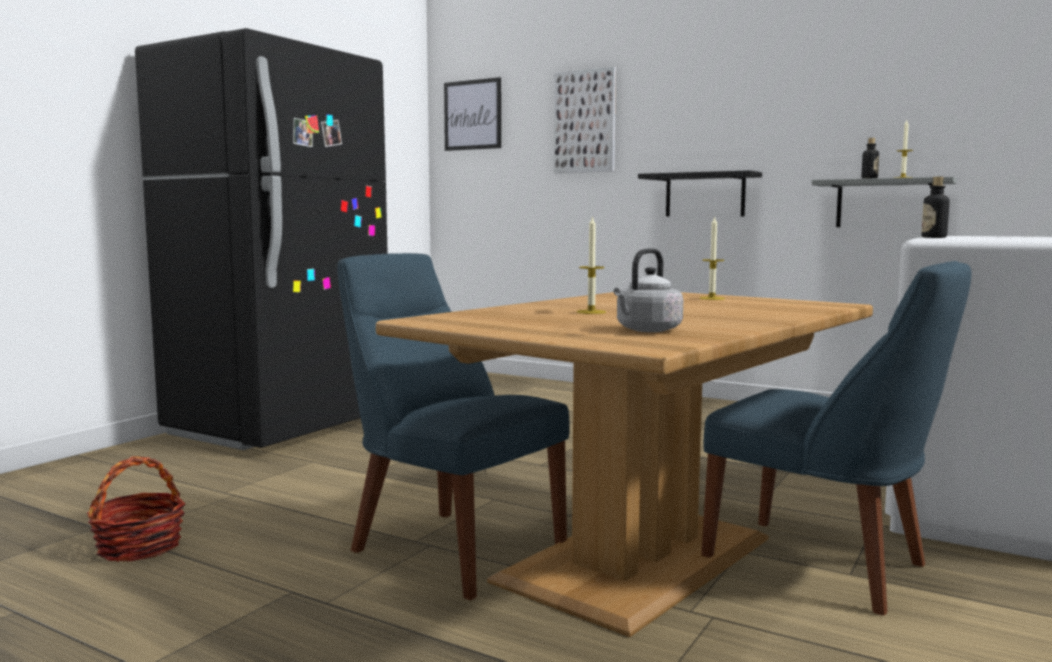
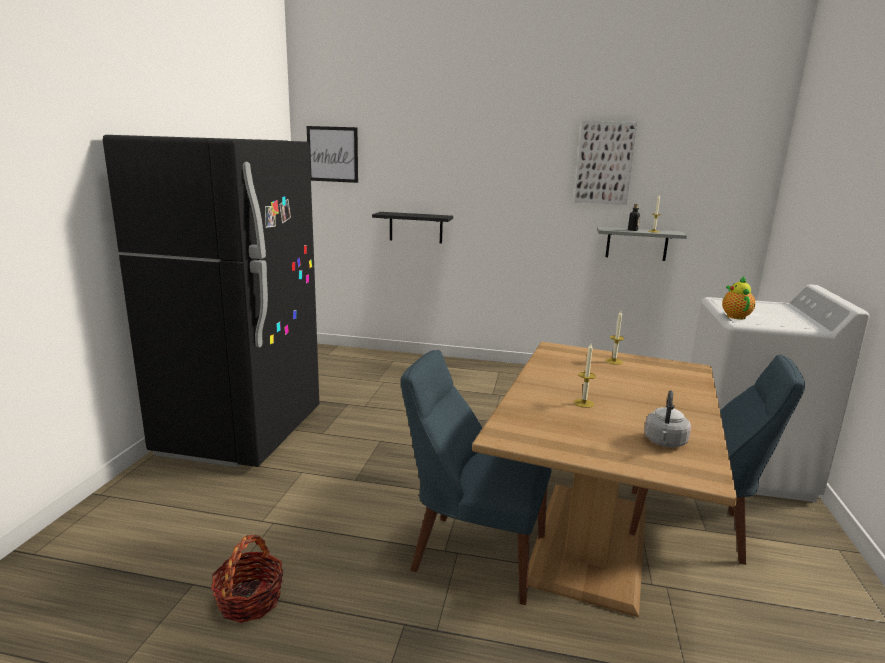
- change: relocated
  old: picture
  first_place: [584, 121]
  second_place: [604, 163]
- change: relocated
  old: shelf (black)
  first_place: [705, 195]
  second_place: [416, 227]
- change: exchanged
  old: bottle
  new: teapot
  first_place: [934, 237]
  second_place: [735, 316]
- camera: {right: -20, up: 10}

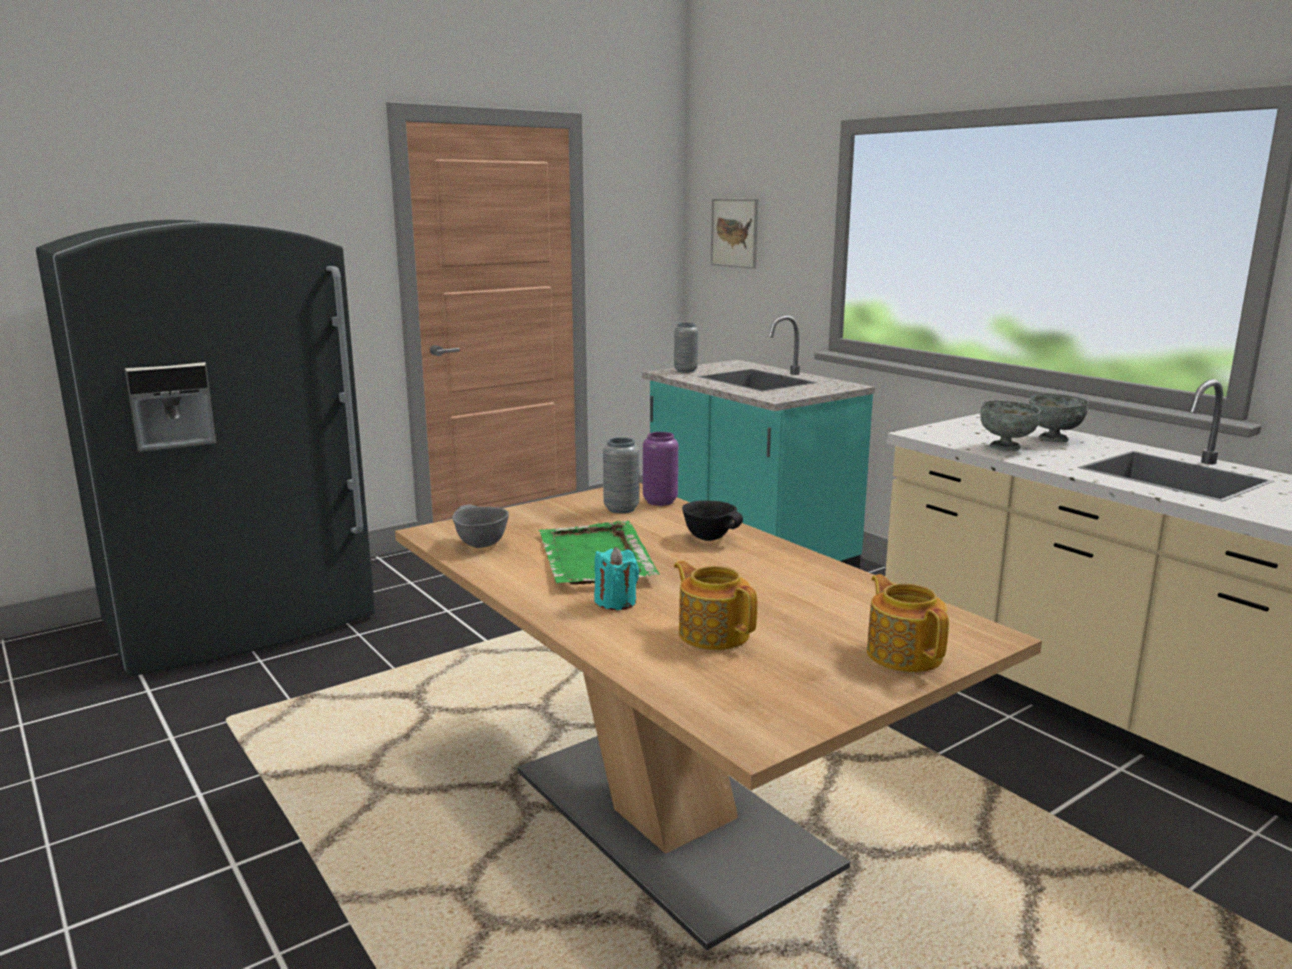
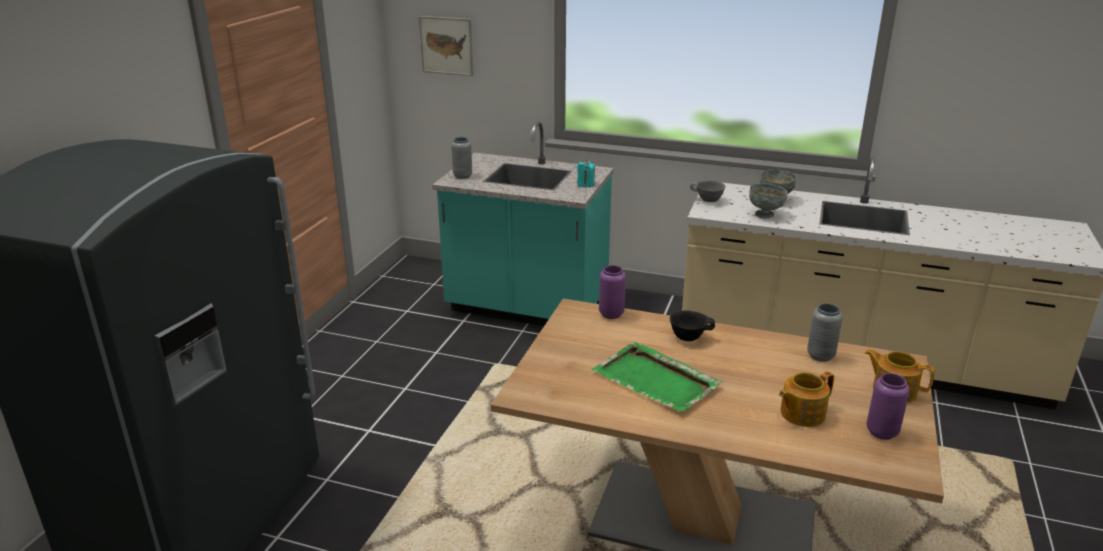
- change: relocated
  old: vase (grey)
  first_place: [621, 509]
  second_place: [820, 356]
- change: relocated
  old: bowl (grey)
  first_place: [480, 544]
  second_place: [708, 200]
- change: relocated
  old: candle (turquoise)
  first_place: [615, 602]
  second_place: [585, 184]
- change: spun
  old: teapot
  first_place: [713, 633]
  second_place: [801, 413]
  degrees: -45
- change: appeared
  new: vase (purple)
  second_place: [882, 432]
- camera: {right: -35, up: 10}

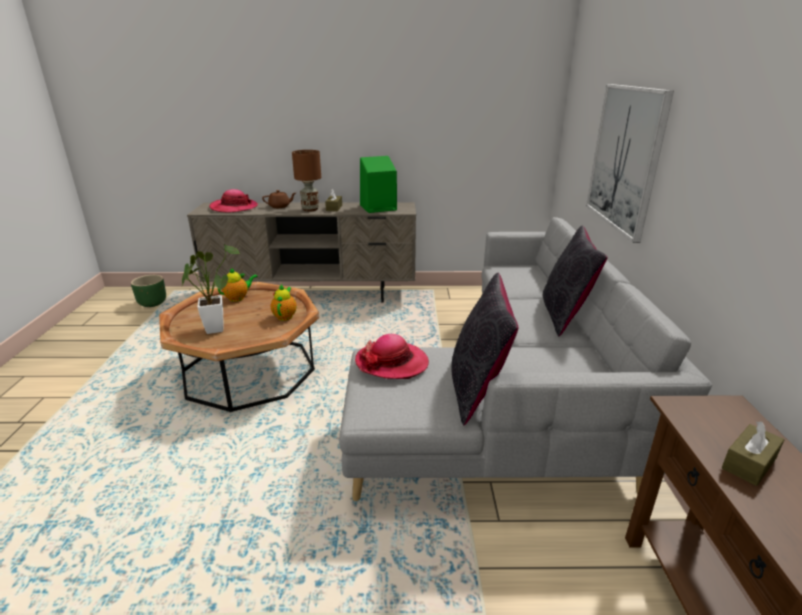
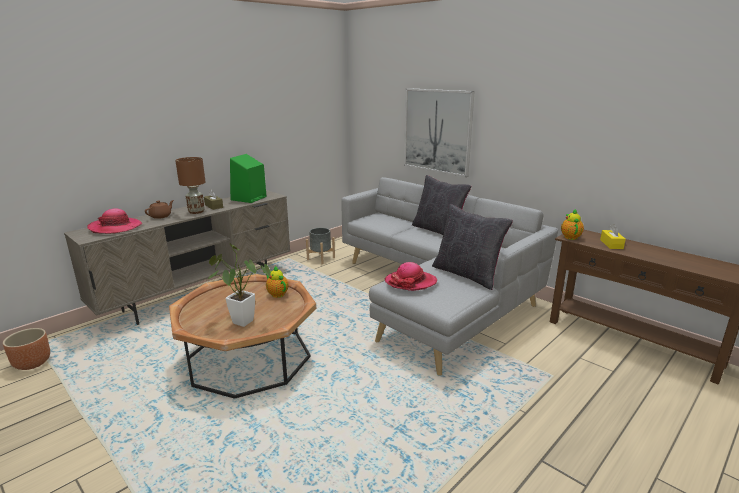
- change: relocated
  old: teapot
  first_place: [238, 298]
  second_place: [570, 236]
- change: colour
  old: planter (green)
  new: planter (brown)
  first_place: [153, 303]
  second_place: [33, 363]
- change: colour
  old: tissue box (brown)
  new: tissue box (yellow)
  first_place: [749, 463]
  second_place: [611, 244]
- change: appeared
  new: planter (grey)
  second_place: [320, 258]
- camera: {right: -45, up: -5}

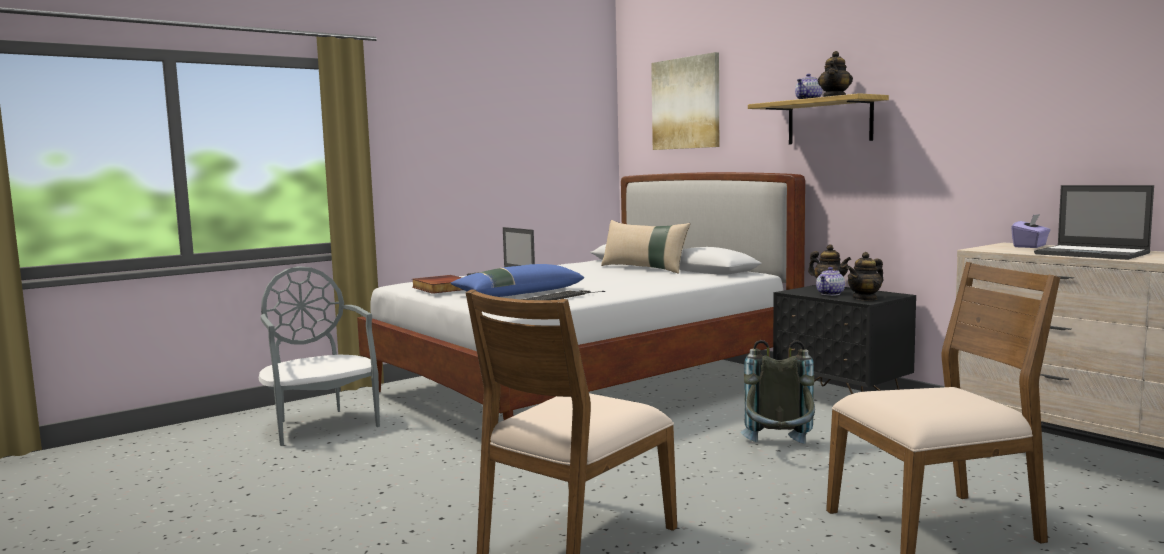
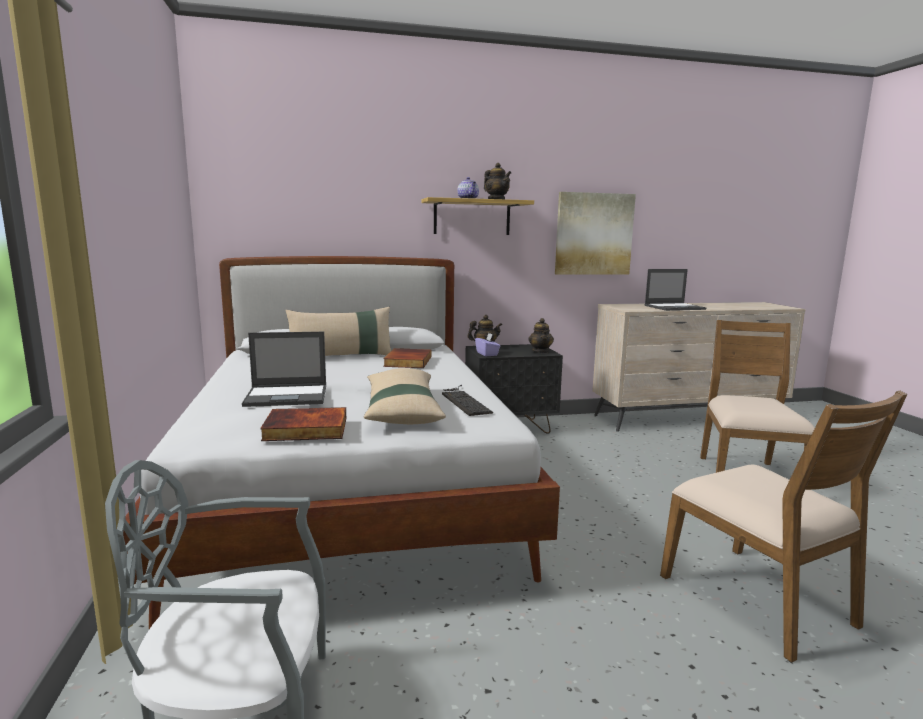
- change: relocated
  old: picture
  first_place: [686, 103]
  second_place: [593, 234]
- change: relocated
  old: tissue box (purple)
  first_place: [1030, 246]
  second_place: [487, 354]
- change: colour
  old: pillow (blue)
  new: pillow (beige)
  first_place: [517, 293]
  second_place: [401, 409]
- change: missing
  old: teapot
  first_place: [830, 294]
- change: missing
  old: backpack (grey)
  first_place: [779, 450]
- change: appeared
  new: book
  second_place: [407, 361]
- camera: {right: -65, up: 5}

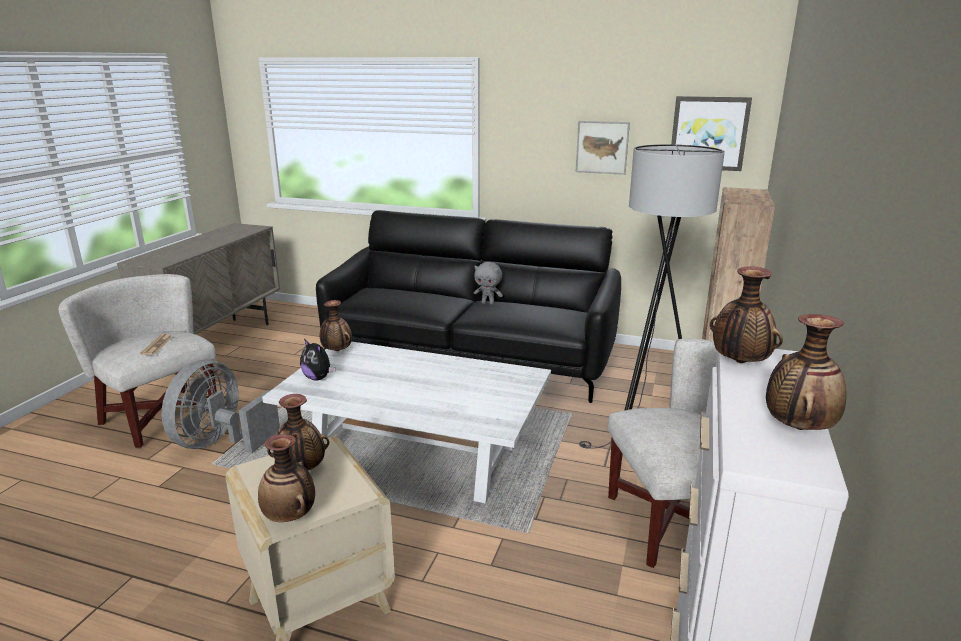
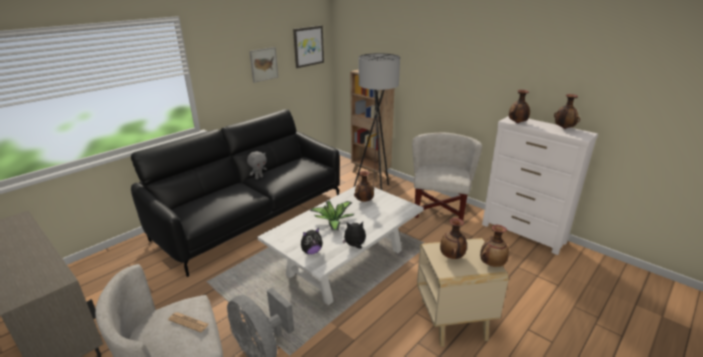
- change: relocated
  old: vase
  first_place: [336, 351]
  second_place: [364, 201]
- change: appeared
  new: potted plant
  second_place: [333, 222]
- change: appeared
  new: plush toy
  second_place: [355, 246]
- camera: {right: -65, up: 5}

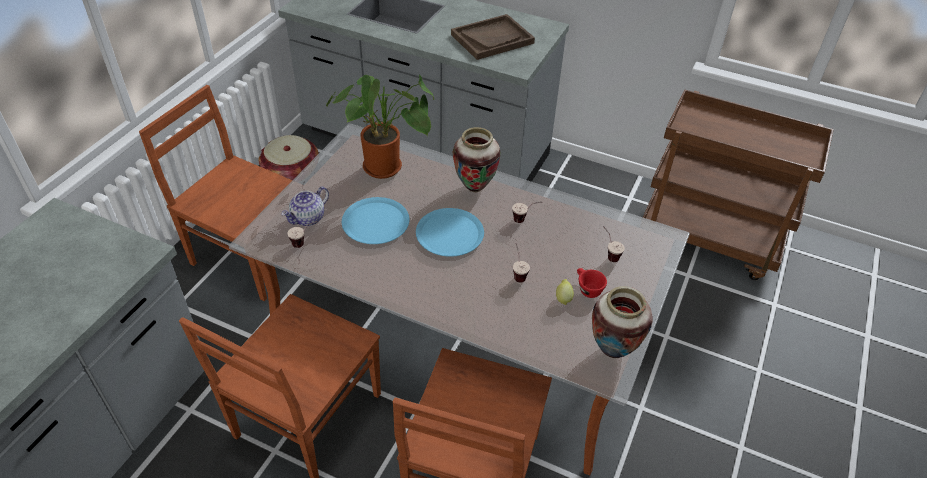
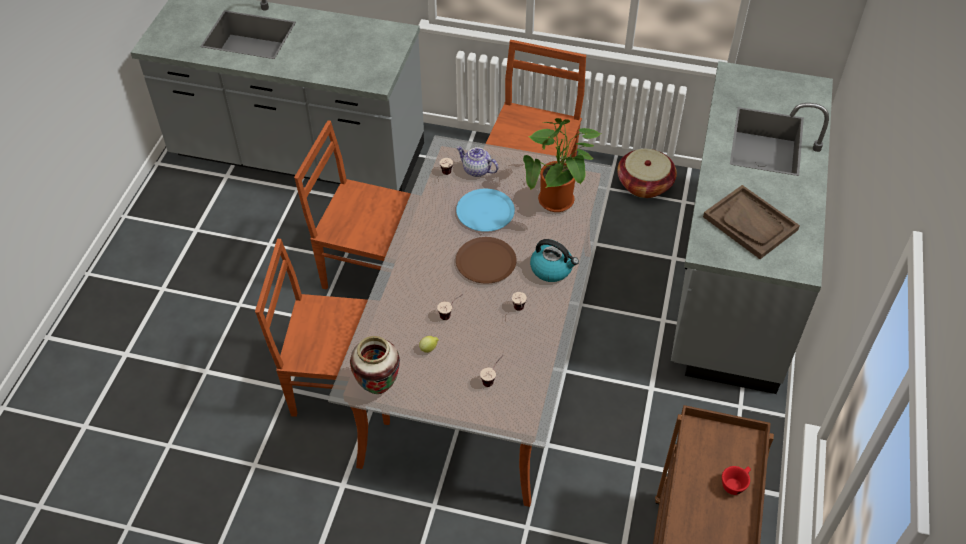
- change: exchanged
  old: vase
  new: kettle
  first_place: [474, 187]
  second_place: [552, 269]
- change: colour
  old: plate (blue)
  new: plate (brown)
  first_place: [449, 233]
  second_place: [485, 261]
- change: relocated
  old: cup (red)
  first_place: [587, 289]
  second_place: [735, 484]
- camera: {right: 80, up: 5}

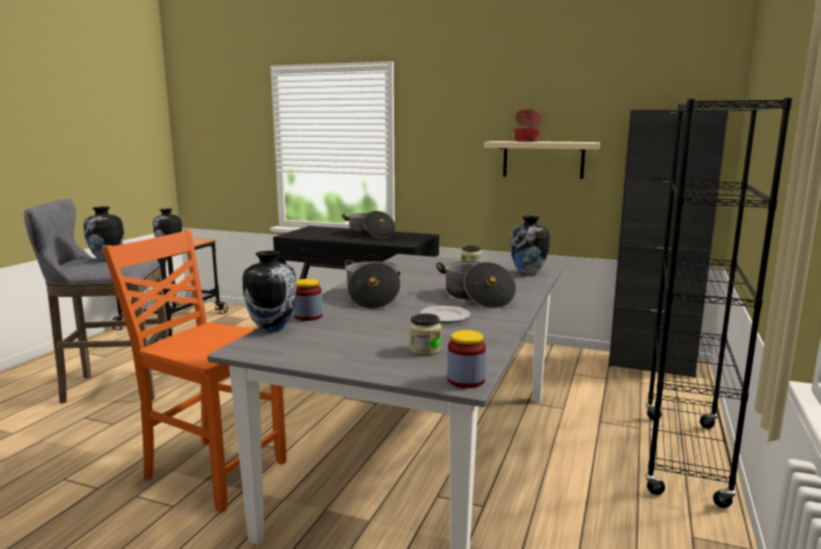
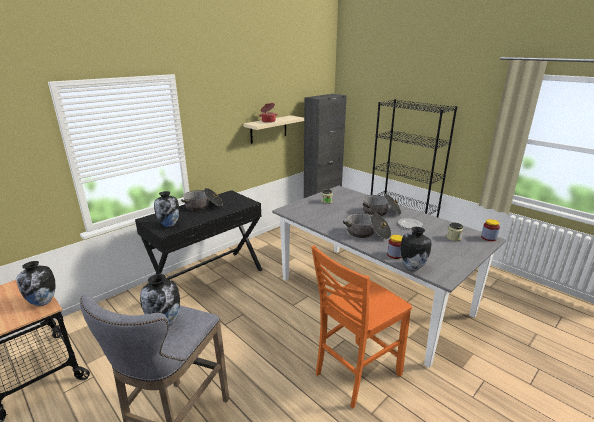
- change: relocated
  old: vase
  first_place: [528, 273]
  second_place: [169, 225]
- camera: {right: -65, up: 10}

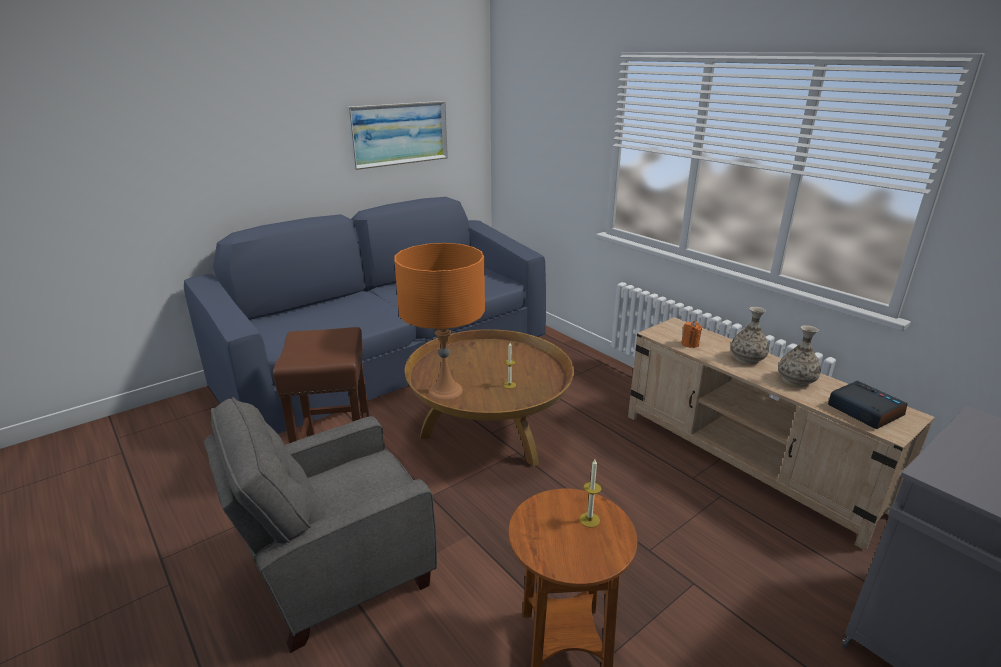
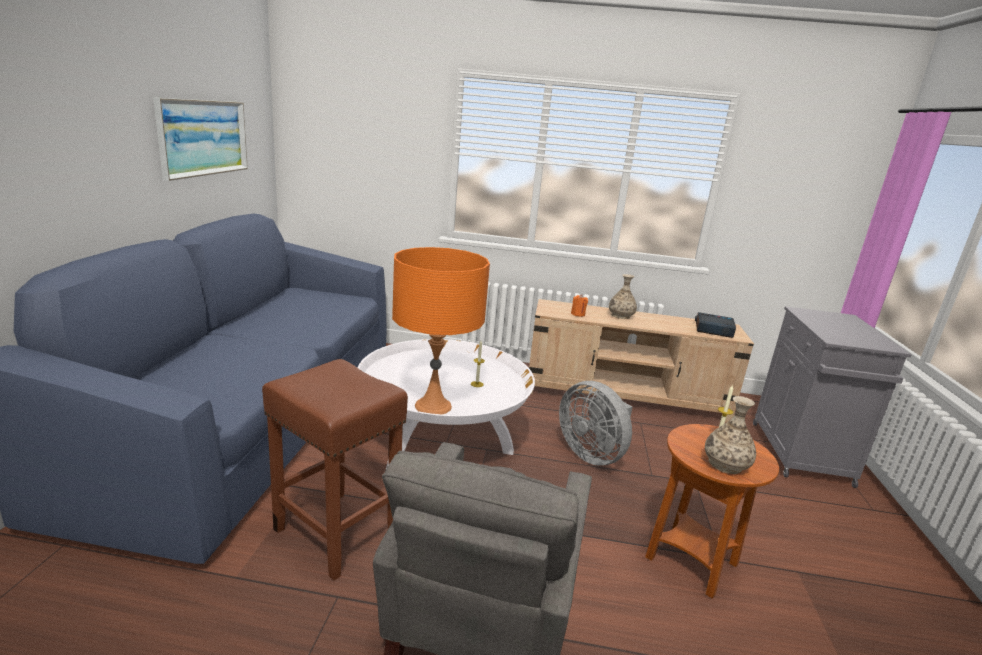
- change: relocated
  old: vase
  first_place: [796, 380]
  second_place: [725, 464]
- change: colour
  old: coffee table (brown)
  new: coffee table (white)
  first_place: [489, 430]
  second_place: [442, 441]
- change: appeared
  new: fan (grey)
  second_place: [592, 454]
- camera: {right: -45, up: -5}

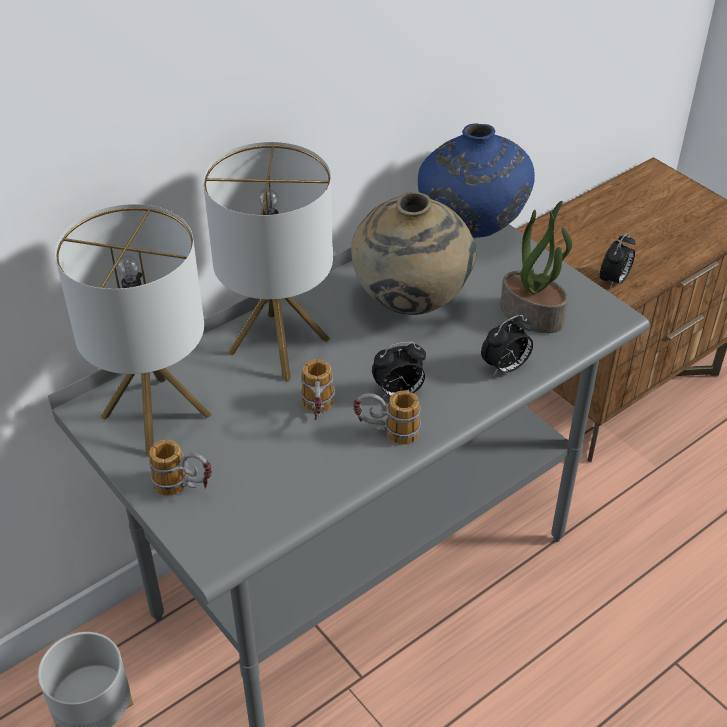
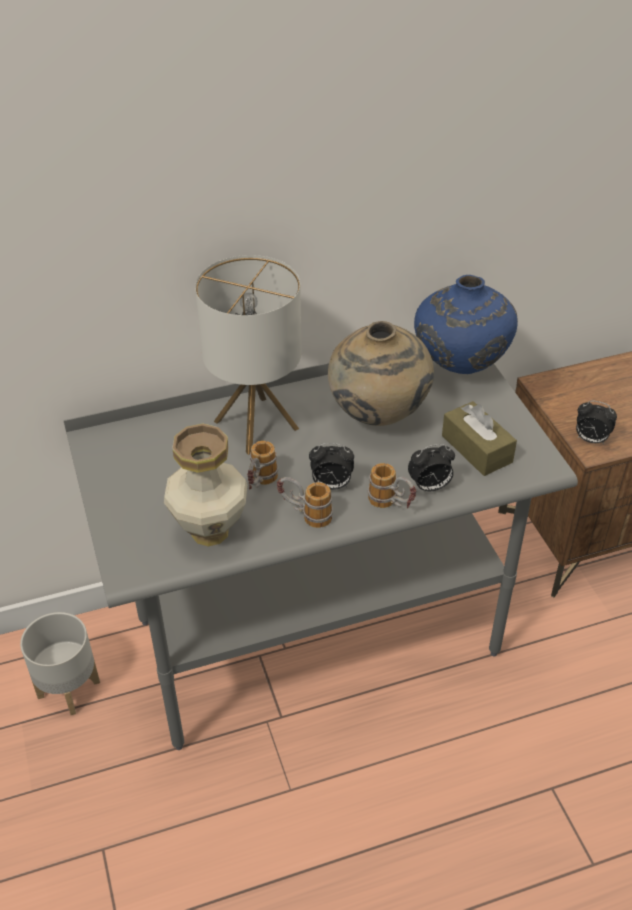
- change: exchanged
  old: potted plant
  new: tissue box (brown)
  first_place: [533, 314]
  second_place: [476, 449]
- change: missing
  old: table lamp
  first_place: [156, 416]
- change: spun
  old: alarm clock
  first_place: [614, 281]
  second_place: [590, 439]
  degrees: 60
- change: relocated
  old: mug
  first_place: [185, 488]
  second_place: [391, 505]
- change: appeared
  new: vase
  second_place: [211, 531]
- camera: {right: 20, up: 0}

